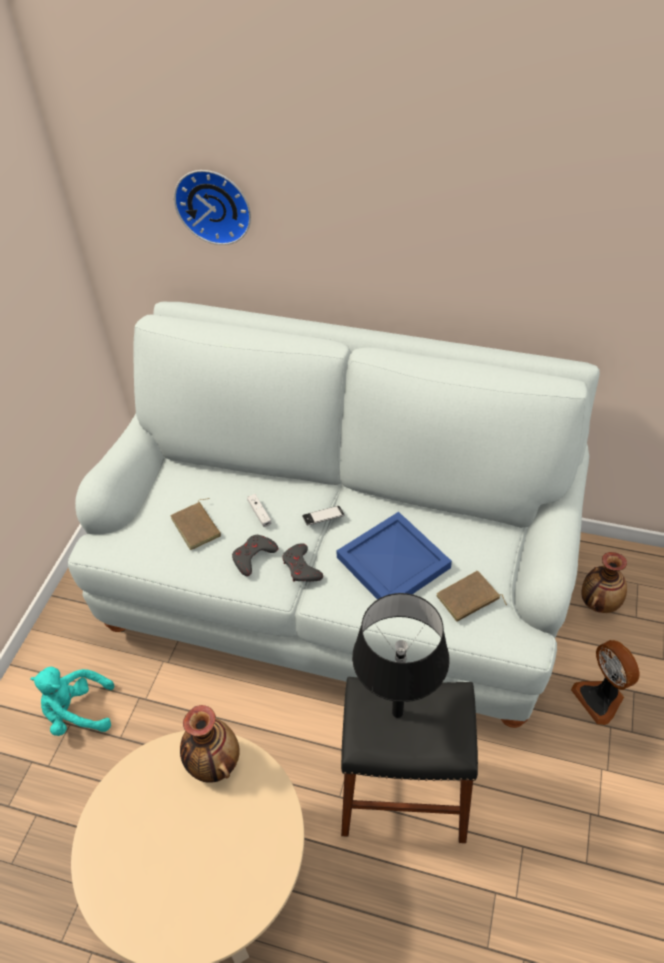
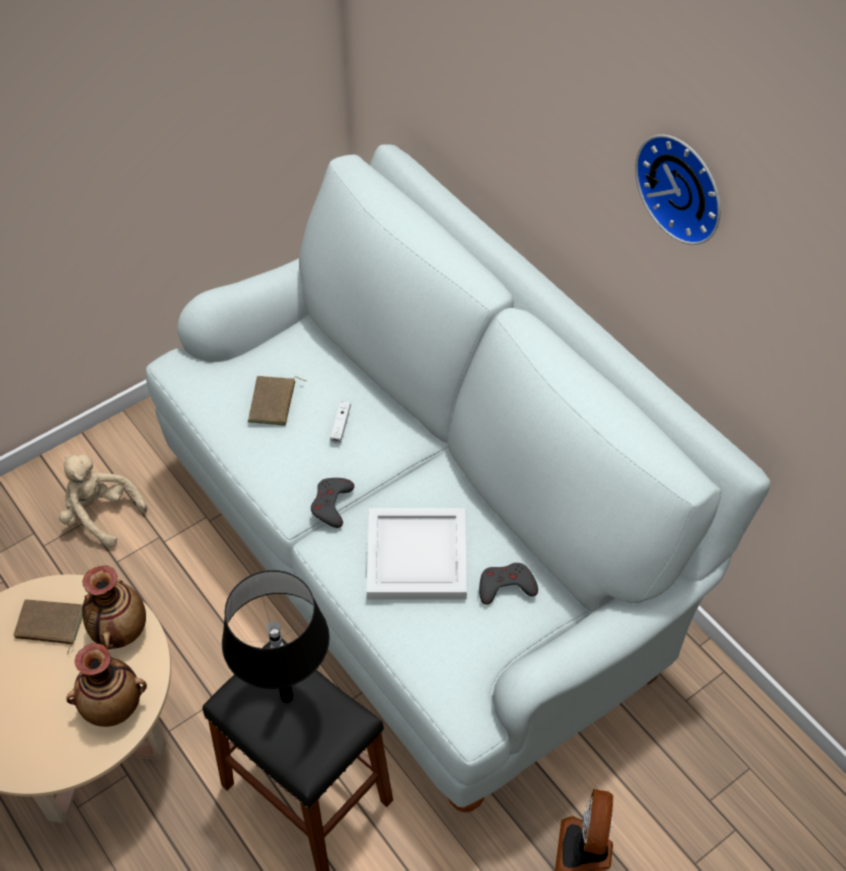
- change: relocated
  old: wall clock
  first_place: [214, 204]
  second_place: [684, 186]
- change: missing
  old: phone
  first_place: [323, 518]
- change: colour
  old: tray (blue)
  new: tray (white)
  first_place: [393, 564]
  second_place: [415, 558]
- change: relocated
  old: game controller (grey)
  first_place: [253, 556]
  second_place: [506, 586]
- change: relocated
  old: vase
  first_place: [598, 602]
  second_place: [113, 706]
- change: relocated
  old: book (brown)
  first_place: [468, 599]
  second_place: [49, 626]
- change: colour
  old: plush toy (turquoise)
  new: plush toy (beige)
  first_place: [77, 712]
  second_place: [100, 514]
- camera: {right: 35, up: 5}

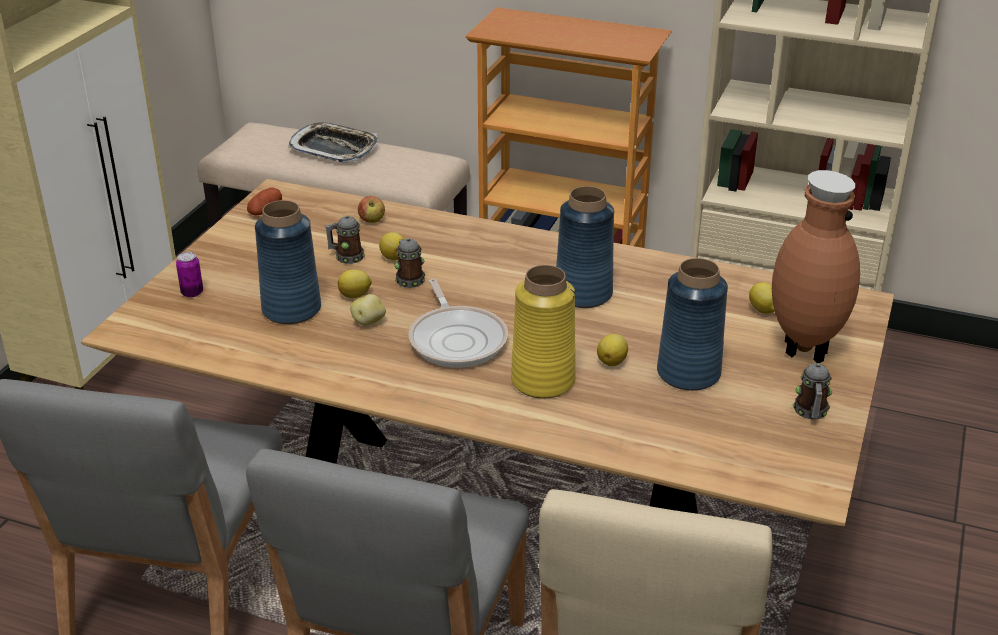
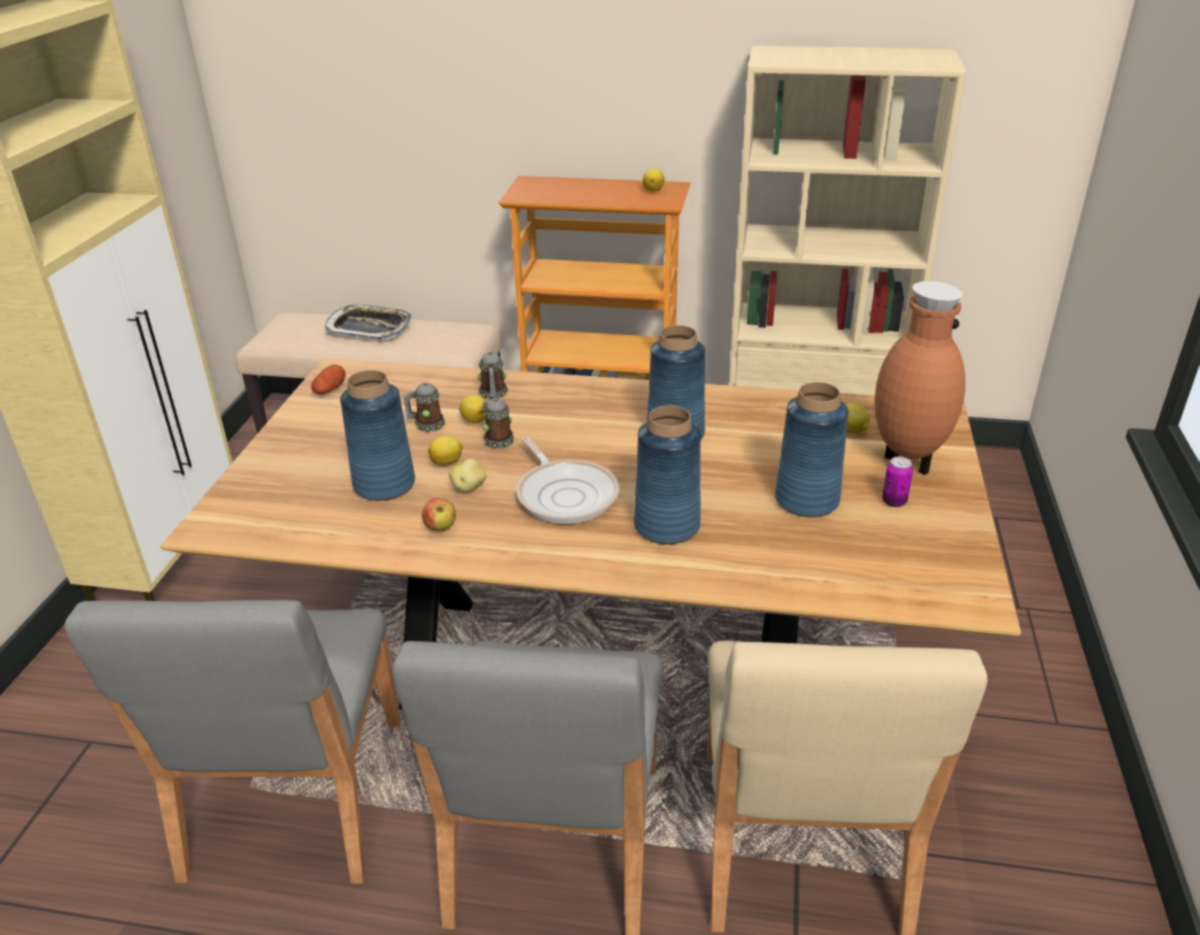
- change: relocated
  old: apple
  first_place: [372, 221]
  second_place: [440, 527]
- change: relocated
  old: can
  first_place: [192, 293]
  second_place: [894, 501]
- change: colour
  old: vase (yellow)
  new: vase (blue)
  first_place: [542, 380]
  second_place: [666, 526]
- change: relocated
  old: lemon
  first_place: [612, 361]
  second_place: [653, 190]
- change: relocated
  old: mug
  first_place: [811, 413]
  second_place: [493, 395]
- camera: {right: -10, up: 0}

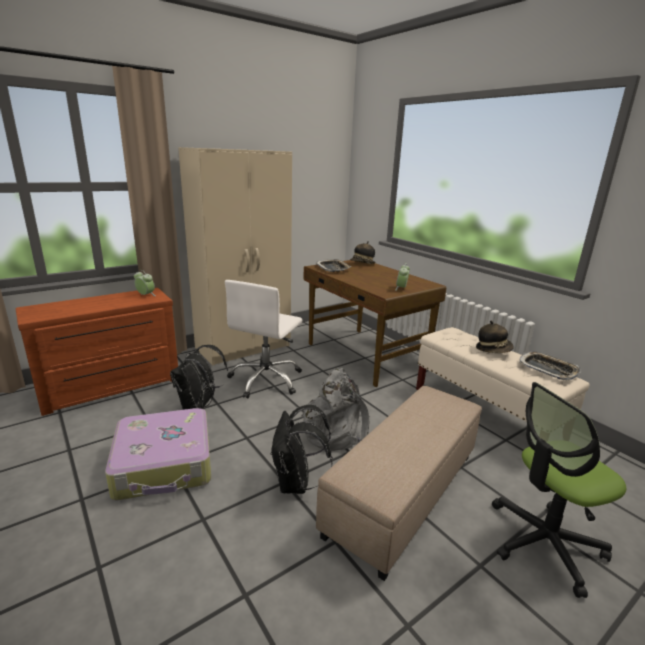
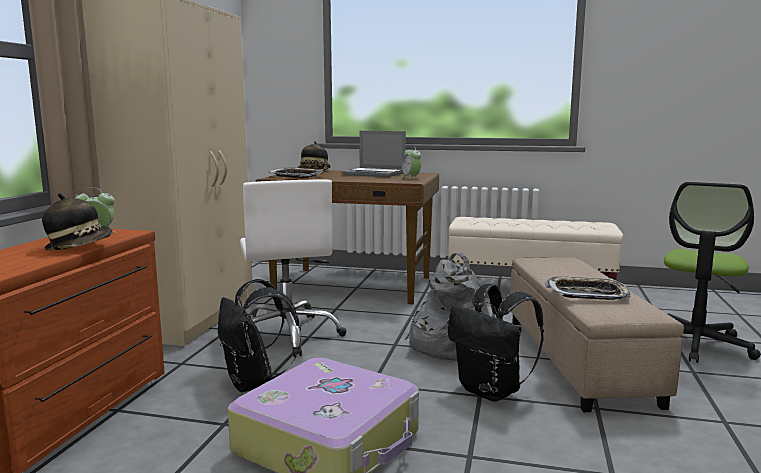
- change: relocated
  old: hat
  first_place: [493, 350]
  second_place: [80, 247]
- change: relocated
  old: tray
  first_place: [547, 369]
  second_place: [587, 294]
- change: appeared
  new: laptop
  second_place: [375, 174]
- camera: {right: -40, up: -10}

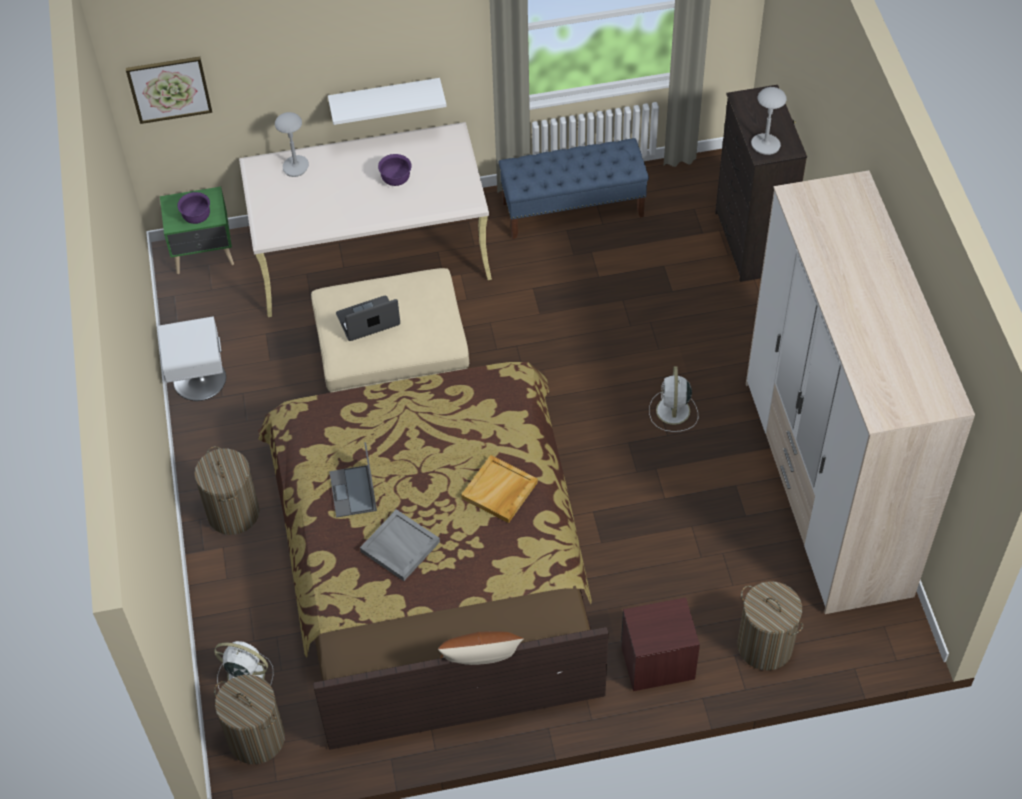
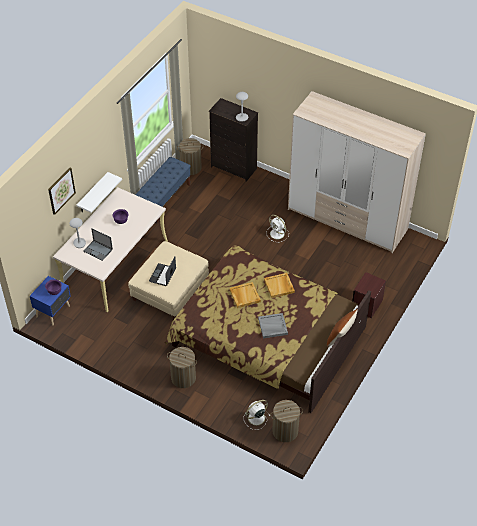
- change: relocated
  old: picture
  first_place: [169, 89]
  second_place: [61, 190]
- change: colour
  old: nightstand (green)
  new: nightstand (blue)
  first_place: [204, 254]
  second_place: [54, 311]
- change: missing
  old: nightstand (white)
  first_place: [198, 379]
- change: relocated
  old: laptop
  first_place: [353, 492]
  second_place: [98, 250]
- change: relocated
  old: laundry basket
  first_place: [764, 646]
  second_place: [191, 168]
- change: appeared
  new: tray (beige)
  second_place: [244, 296]
- camera: {right: -50, up: -5}

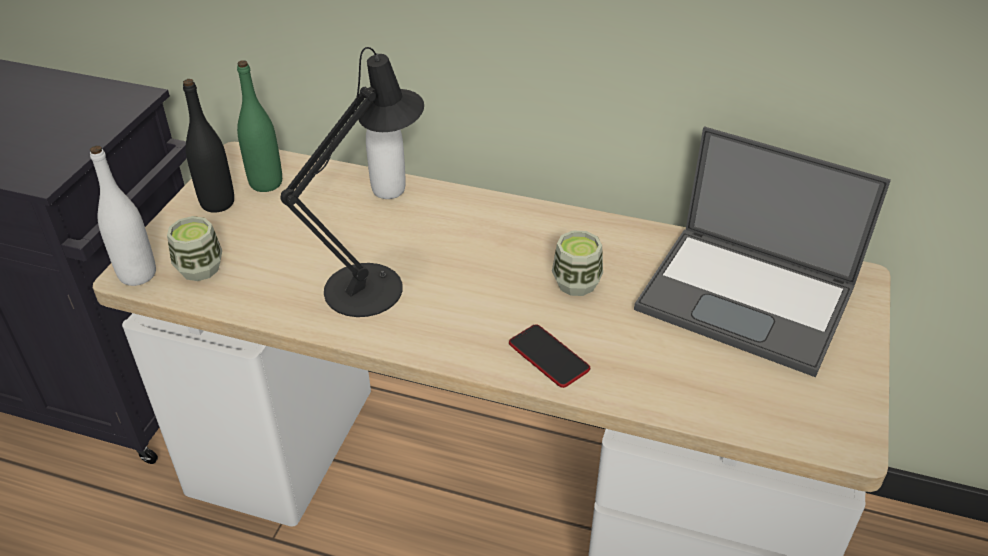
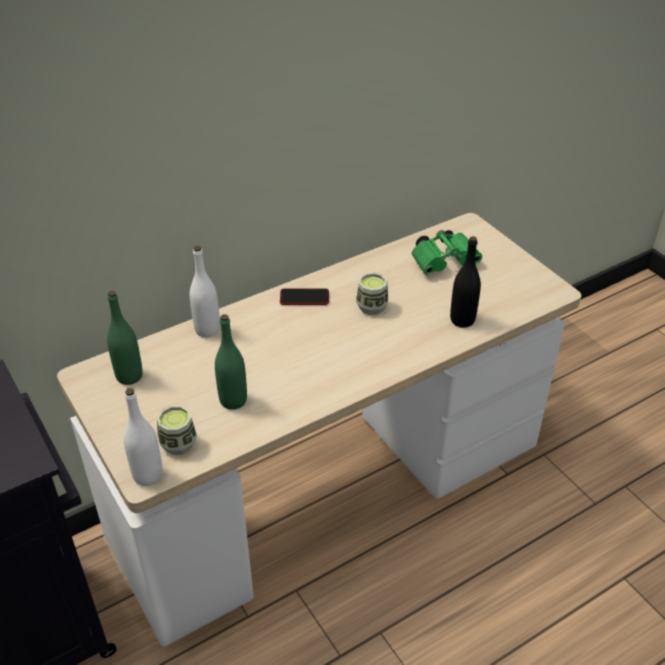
- change: missing
  old: table lamp (black)
  first_place: [373, 284]
- change: relocated
  old: bottle (black)
  first_place: [217, 203]
  second_place: [462, 320]
- change: exchanged
  old: laptop
  new: binoculars (green)
  first_place: [748, 298]
  second_place: [445, 262]
- change: relocated
  old: phone
  first_place: [548, 357]
  second_place: [304, 297]
- change: appeared
  new: bottle (green)
  second_place: [233, 400]
- camera: {right: -50, up: 0}

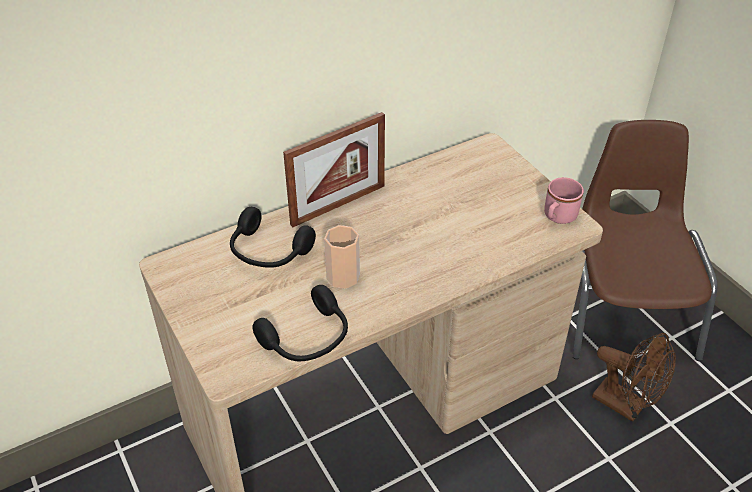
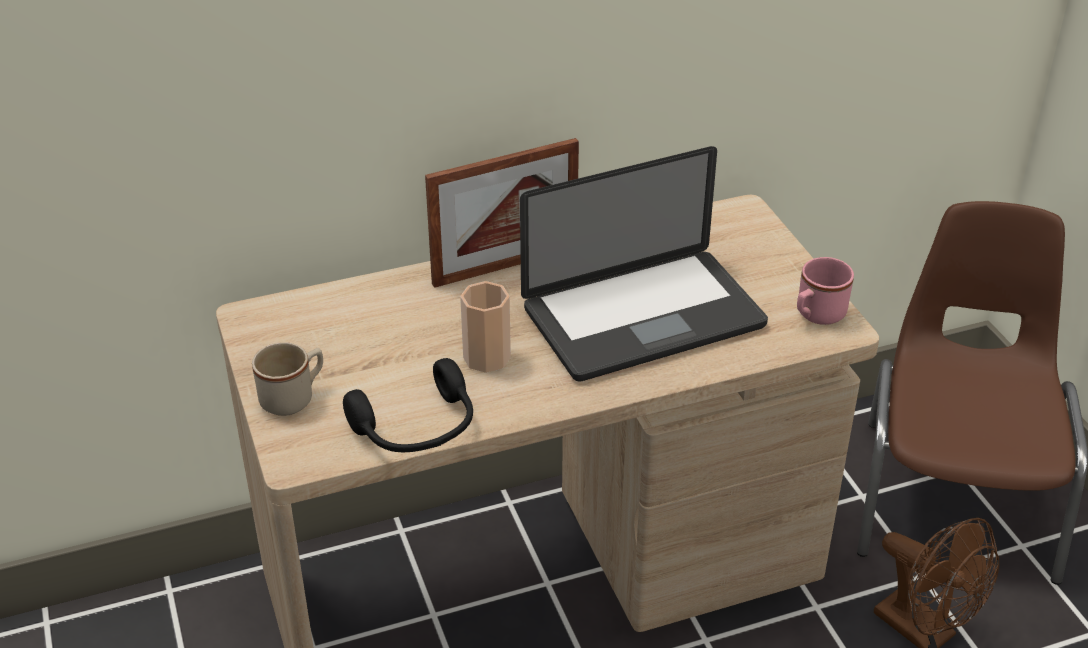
- change: missing
  old: headphones (black)
  first_place: [268, 252]
- change: appeared
  new: laptop
  second_place: [643, 318]
- change: appeared
  new: mug (beige)
  second_place: [294, 397]
- camera: {right: 10, up: -5}

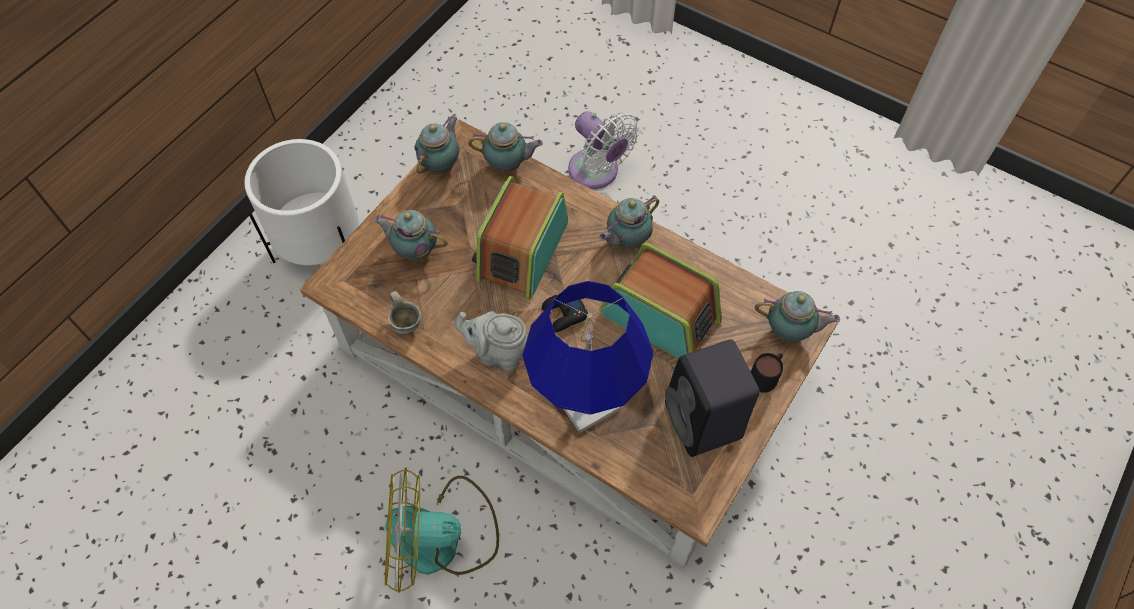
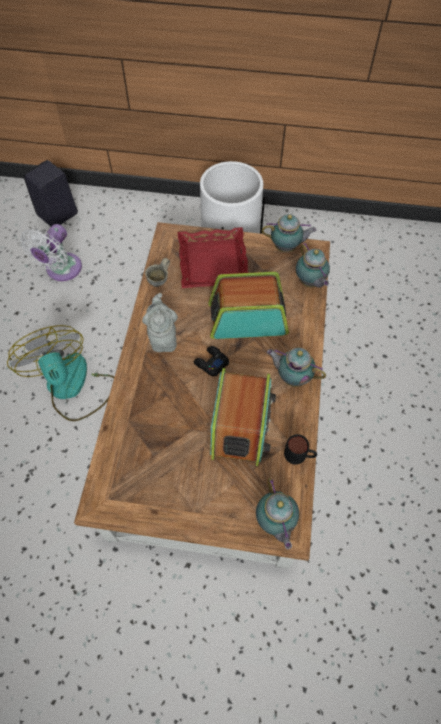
- change: relocated
  old: fan (white)
  first_place: [597, 173]
  second_place: [61, 270]
- change: exchanged
  old: teapot
  new: tray (red)
  first_place: [415, 251]
  second_place: [214, 263]
- change: missing
  old: table lamp (blue)
  first_place: [586, 403]
- change: relocated
  old: speaker (black)
  first_place: [705, 423]
  second_place: [56, 215]
- change: relocated
  old: mug (black)
  first_place: [765, 379]
  second_place: [298, 458]
- camera: {right: 65, up: 0}

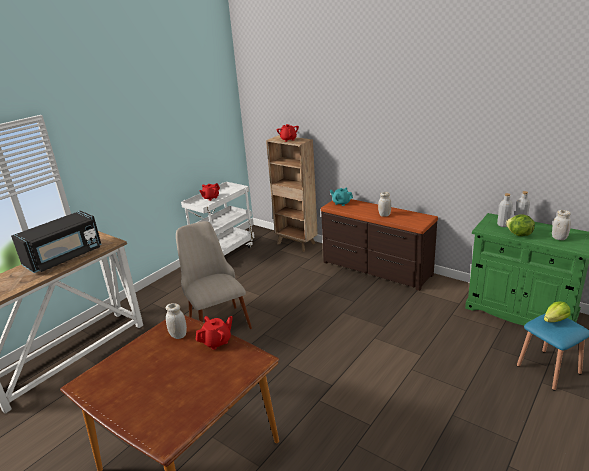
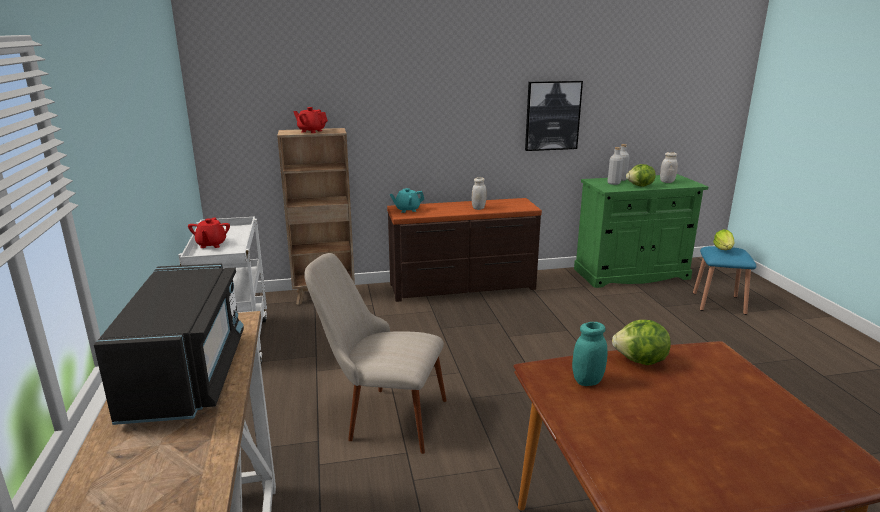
- change: colour
  old: jar (white)
  new: jar (turquoise)
  first_place: [178, 335]
  second_place: [587, 381]
- change: exchanged
  old: teapot (red)
  new: lettuce
  first_place: [217, 342]
  second_place: [640, 361]
- change: appeared
  new: picture
  second_place: [552, 115]
- camera: {right: -50, up: -5}

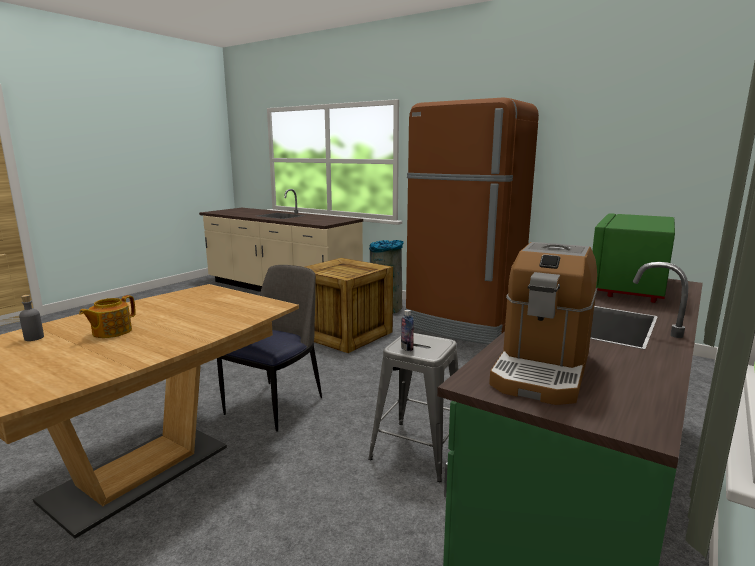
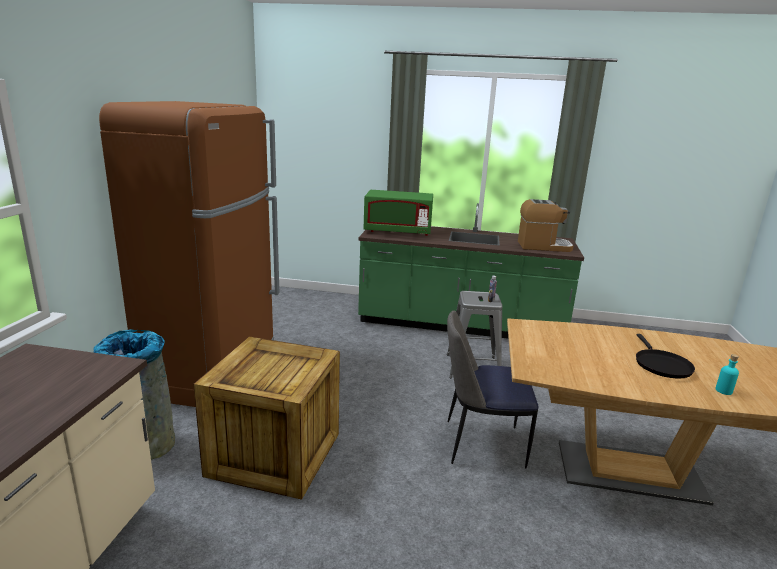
- change: colour
  old: bottle (grey)
  new: bottle (turquoise)
  first_place: [34, 338]
  second_place: [723, 391]
- change: exchanged
  old: teapot
  new: frying pan (black)
  first_place: [111, 332]
  second_place: [661, 365]
- camera: {right: -115, up: 5}

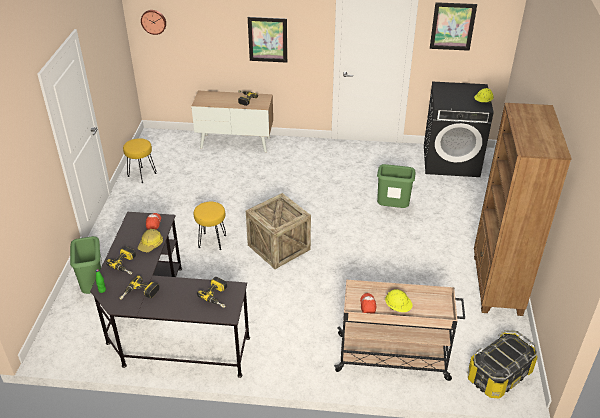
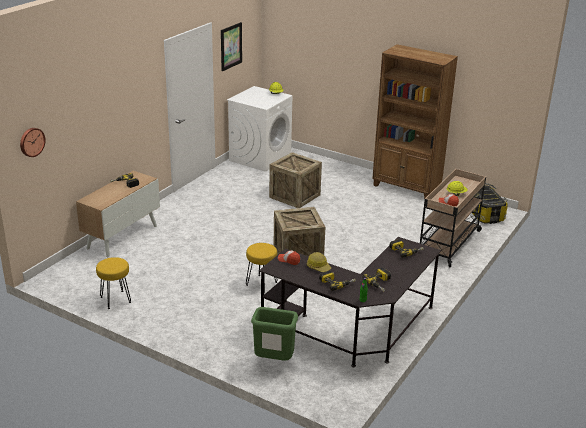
- change: missing
  old: picture
  first_place: [267, 39]
- change: colour
  old: washing machine (black)
  new: washing machine (white)
  first_place: [451, 161]
  second_place: [260, 157]
- change: exchanged
  old: trash can (green)
  new: crate
  first_place: [392, 208]
  second_place: [294, 196]
- camera: {right: -65, up: -10}

